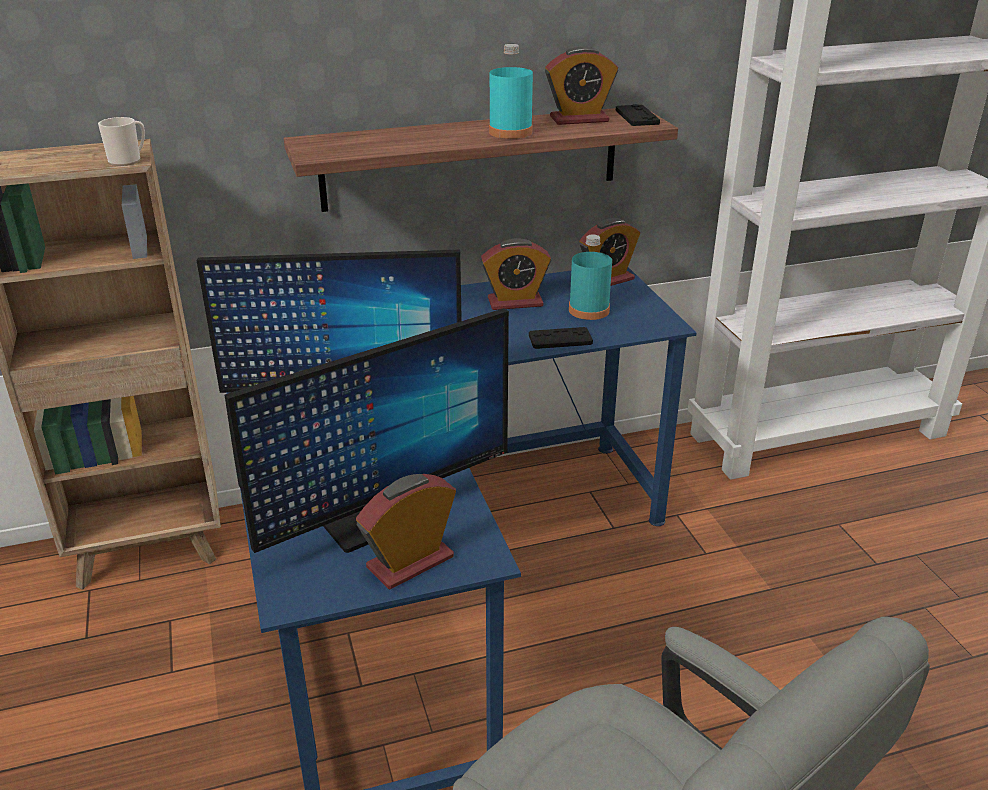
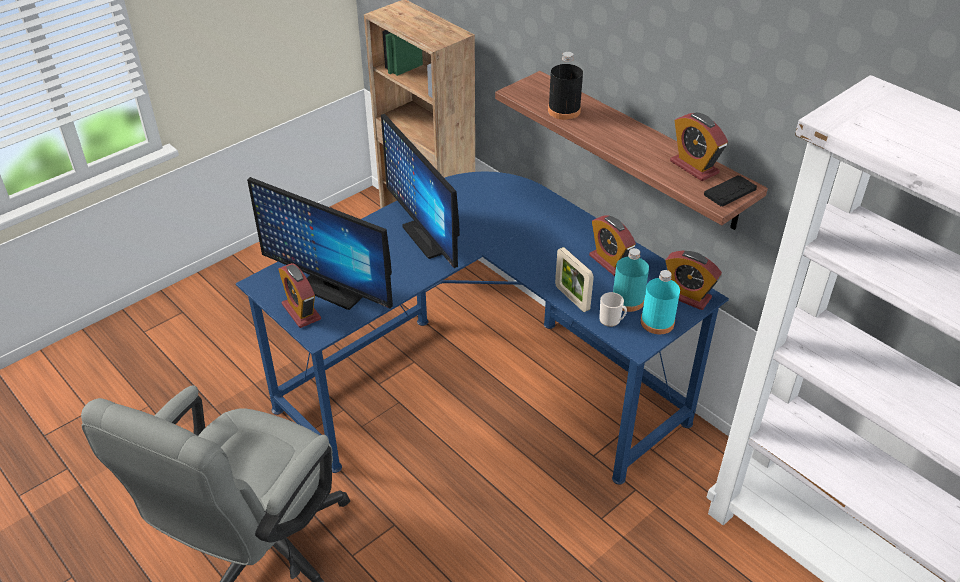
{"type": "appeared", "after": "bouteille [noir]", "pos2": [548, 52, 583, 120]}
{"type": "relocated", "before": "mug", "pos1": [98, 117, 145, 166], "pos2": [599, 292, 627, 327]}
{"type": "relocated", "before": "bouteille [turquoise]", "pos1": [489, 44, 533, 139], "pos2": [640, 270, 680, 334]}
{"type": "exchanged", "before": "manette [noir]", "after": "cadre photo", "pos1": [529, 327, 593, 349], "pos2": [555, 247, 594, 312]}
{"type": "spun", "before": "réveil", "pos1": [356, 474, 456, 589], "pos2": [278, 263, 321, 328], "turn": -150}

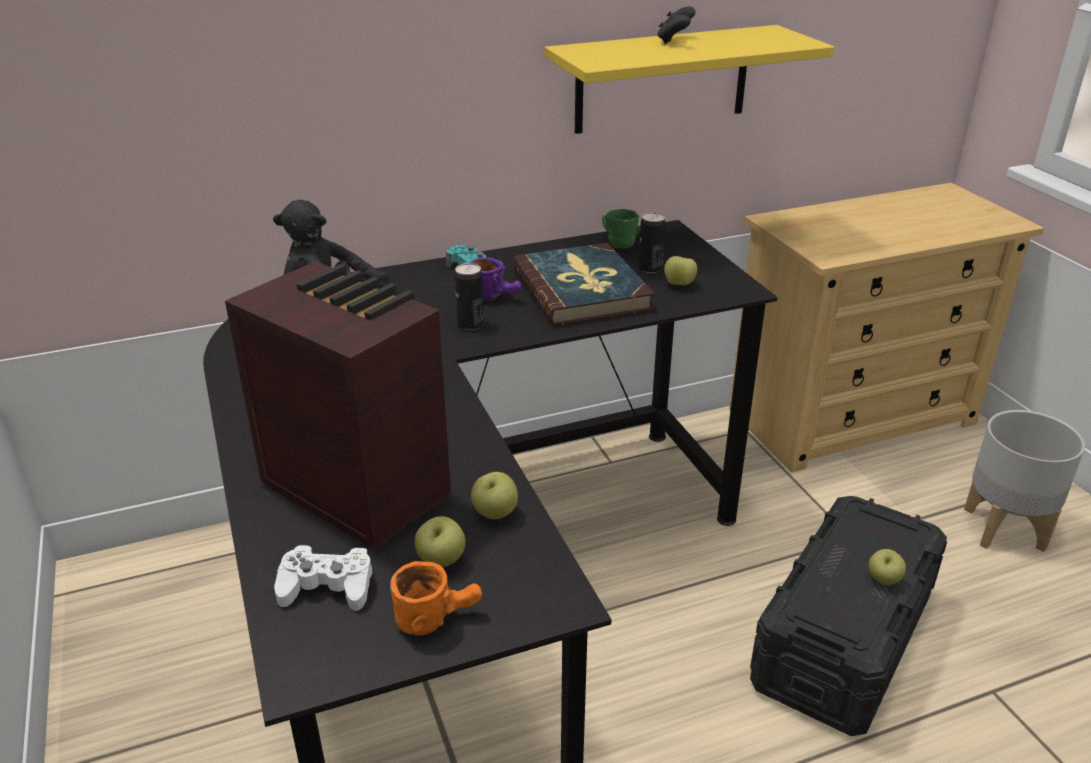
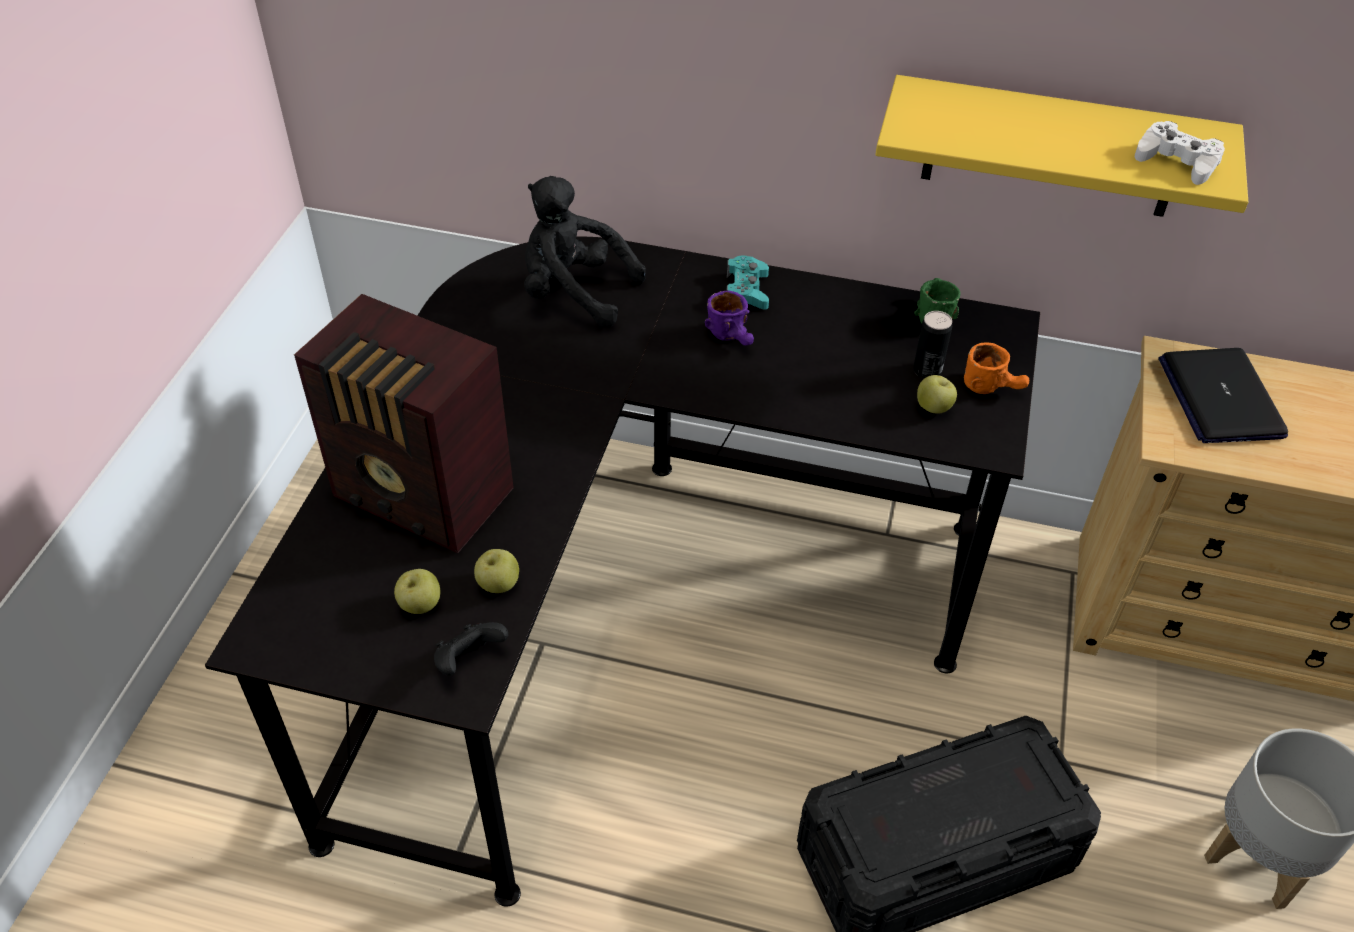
{"type": "missing", "before": "boîte métallique", "pos1": [454, 263, 484, 330]}
{"type": "missing", "before": "livre", "pos1": [513, 243, 655, 326]}
{"type": "missing", "before": "pomme", "pos1": [868, 549, 906, 585]}
{"type": "appeared", "after": "ordinateur portable", "pos2": [1158, 348, 1288, 443]}
{"type": "relocated", "before": "manette [blanc]", "pos1": [274, 545, 372, 611], "pos2": [1135, 121, 1225, 185]}
{"type": "relocated", "before": "mug [orange]", "pos1": [390, 561, 482, 636], "pos2": [964, 342, 1029, 394]}
{"type": "relocated", "before": "manette [noir]", "pos1": [657, 7, 695, 44], "pos2": [434, 622, 508, 676]}
{"type": "spun", "before": "radio", "pos1": [225, 261, 451, 550], "pos2": [294, 294, 513, 553], "turn": 135}

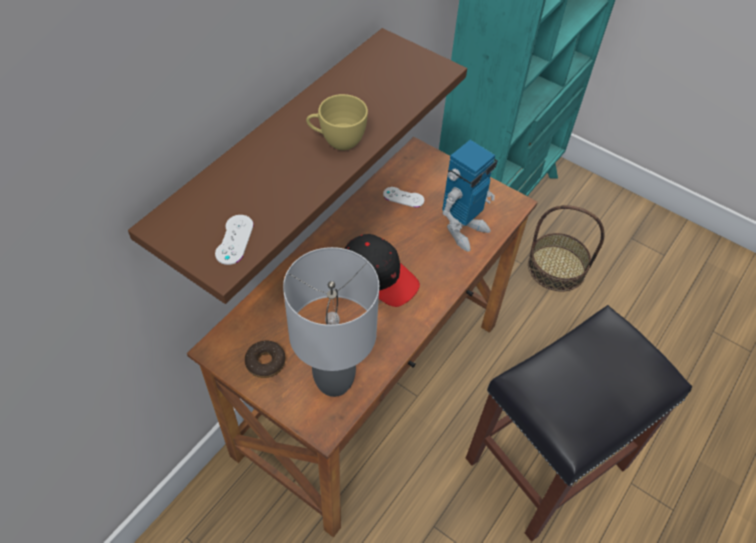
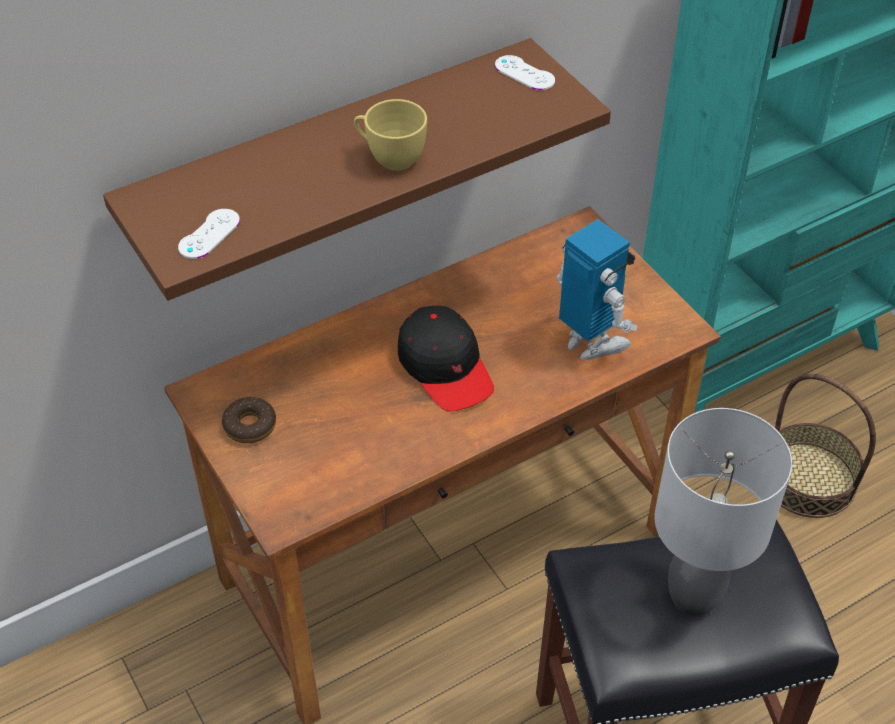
{"type": "relocated", "before": "lampe de table [gris]", "pos1": [283, 247, 379, 397], "pos2": [654, 408, 792, 616]}
{"type": "relocated", "before": "manette [blanc]", "pos1": [383, 187, 424, 207], "pos2": [495, 55, 555, 90]}
{"type": "spun", "before": "robot jouet", "pos1": [442, 140, 498, 252], "pos2": [557, 219, 638, 360], "turn": -105}

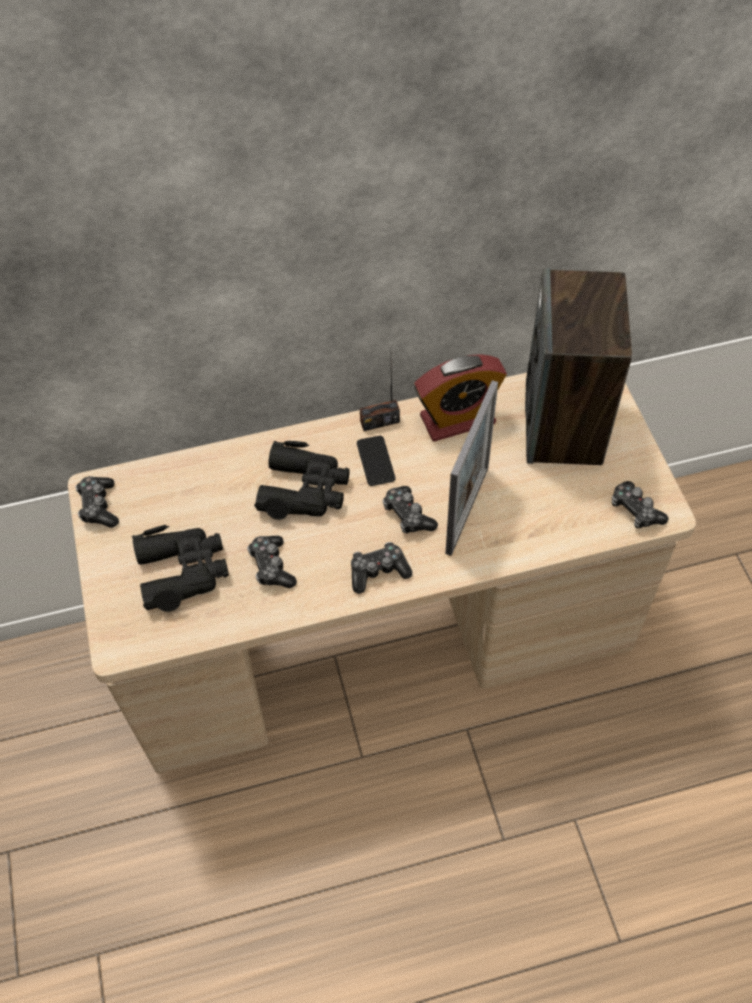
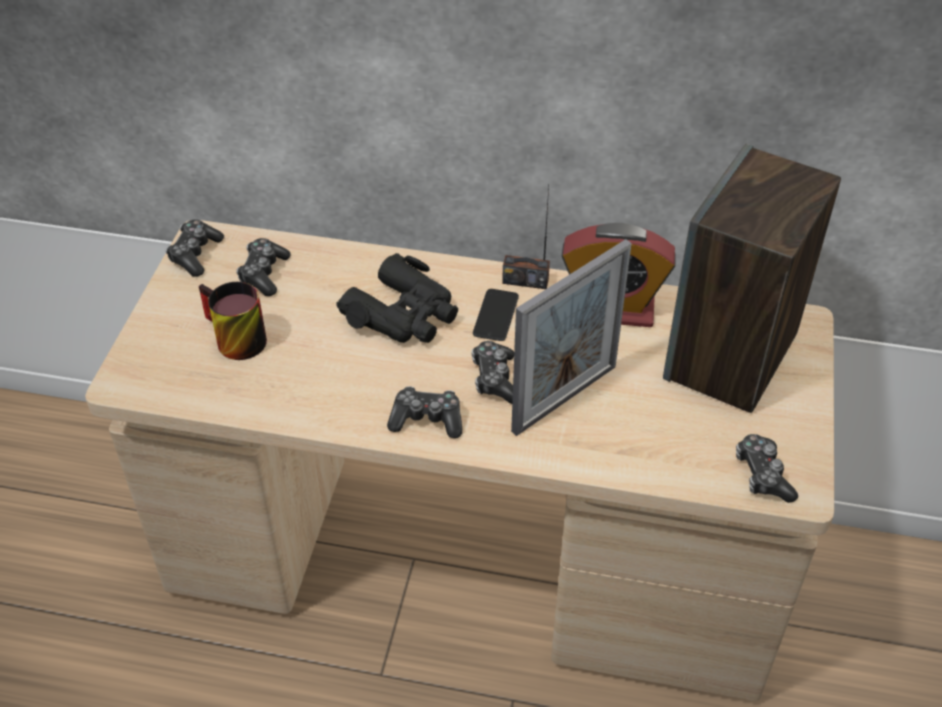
{"type": "relocated", "before": "manette", "pos1": [247, 536, 297, 588], "pos2": [236, 238, 291, 296]}
{"type": "exchanged", "before": "jumelles [noir]", "after": "mug", "pos1": [132, 525, 229, 612], "pos2": [199, 282, 267, 360]}

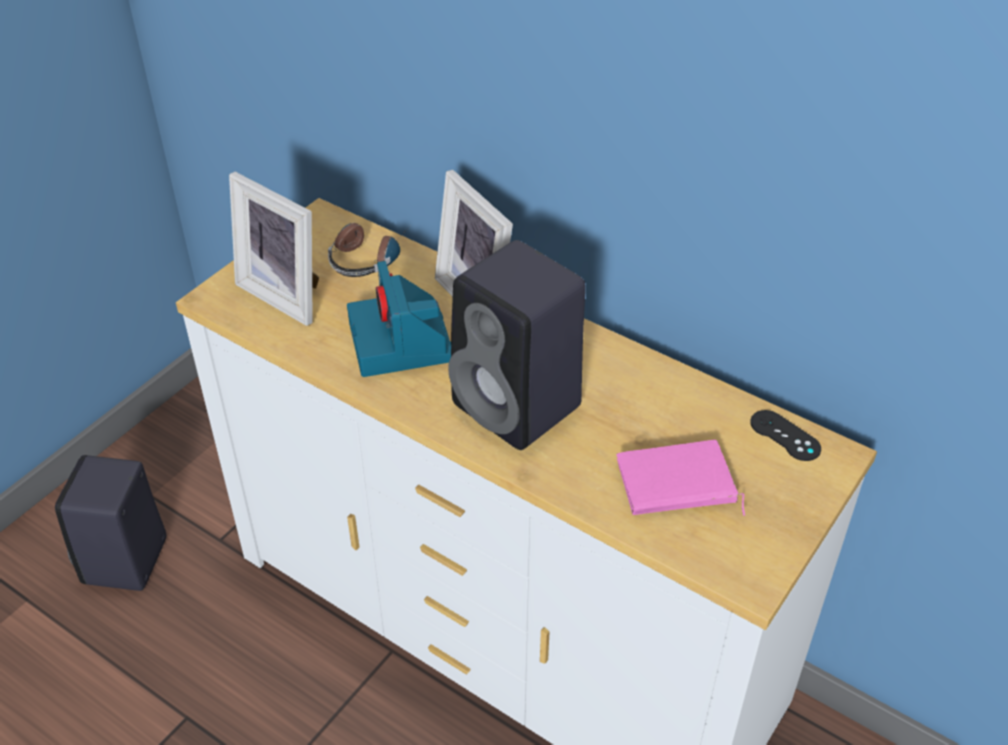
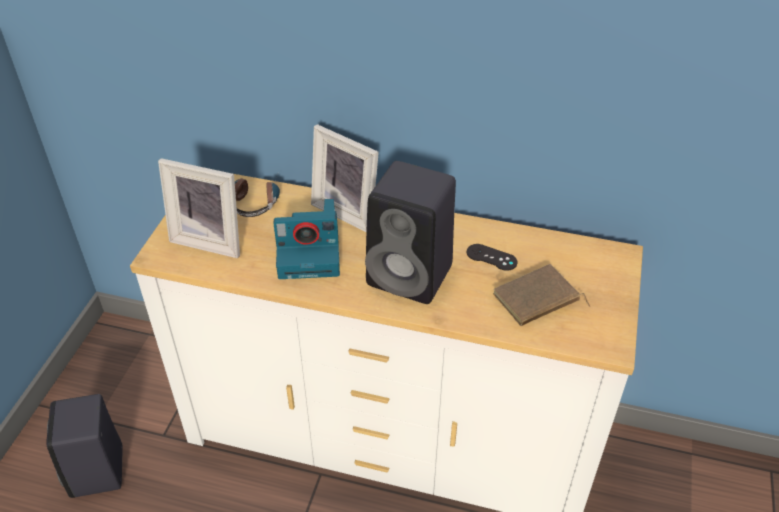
{"type": "relocated", "before": "manette [noir]", "pos1": [750, 410, 821, 461], "pos2": [467, 244, 517, 271]}
{"type": "colour", "before": "livre [rose]", "after": "livre [marron]", "pos1": [616, 440, 745, 516], "pos2": [493, 264, 591, 326]}
{"type": "spun", "before": "appareil photo", "pos1": [347, 261, 451, 377], "pos2": [273, 199, 340, 279], "turn": -60}

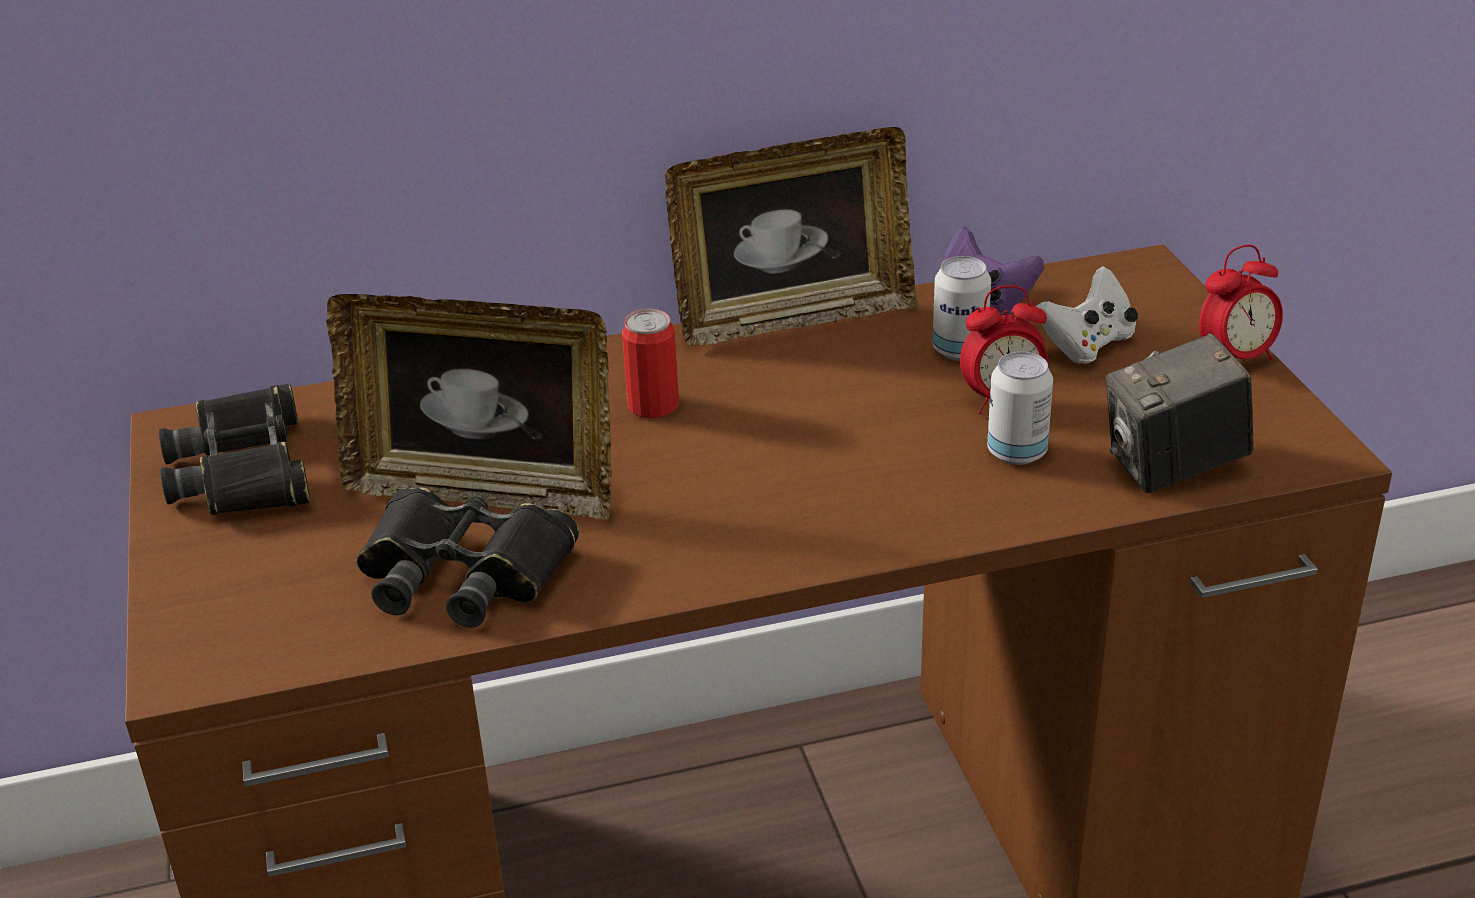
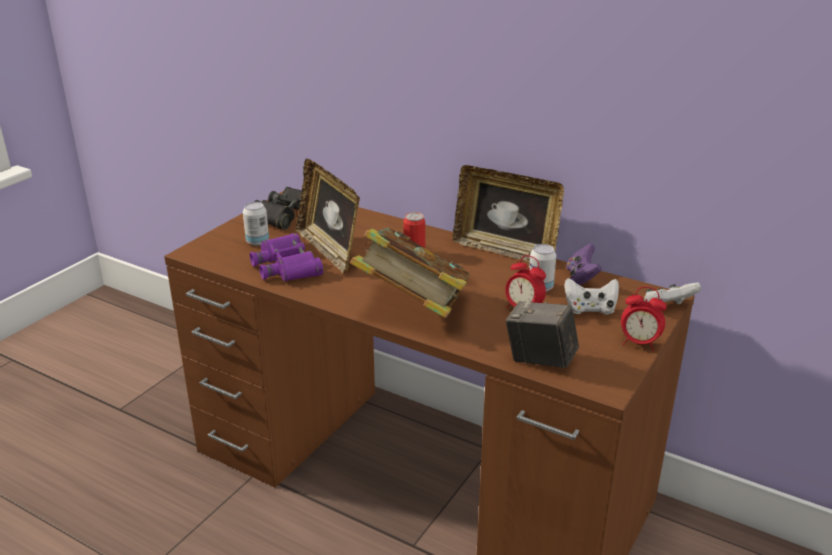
{"type": "appeared", "after": "livre", "pos2": [350, 228, 470, 318]}
{"type": "appeared", "after": "manette [blanc]", "pos2": [644, 283, 701, 304]}
{"type": "relocated", "before": "boîte métallique", "pos1": [987, 352, 1053, 465], "pos2": [243, 202, 269, 246]}
{"type": "colour", "before": "jumelles [noir]", "after": "jumelles [violet]", "pos1": [356, 487, 579, 628], "pos2": [250, 233, 324, 281]}

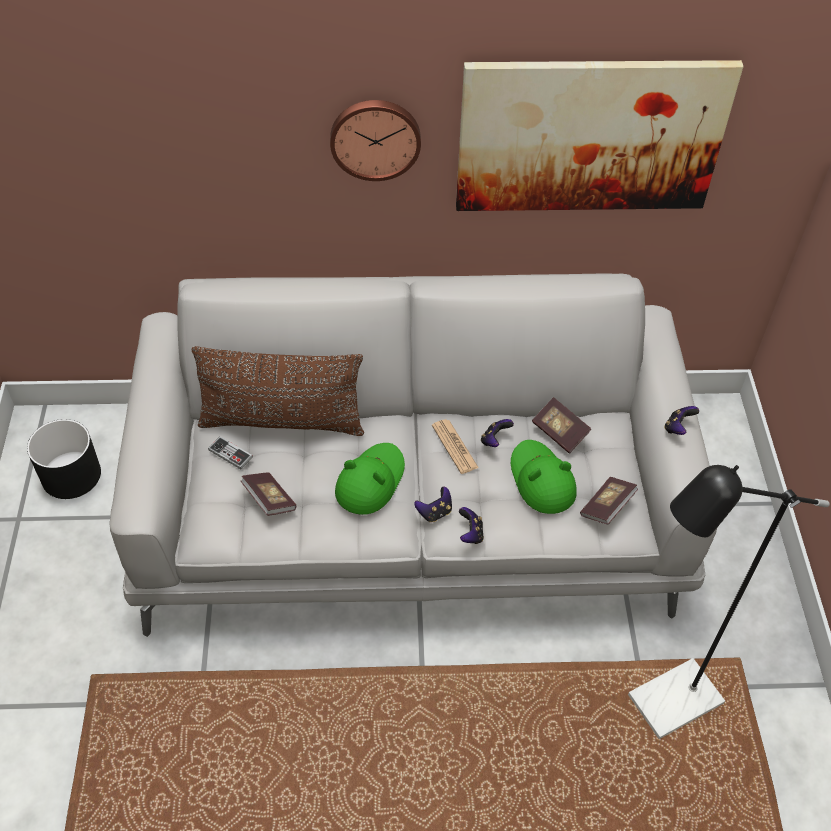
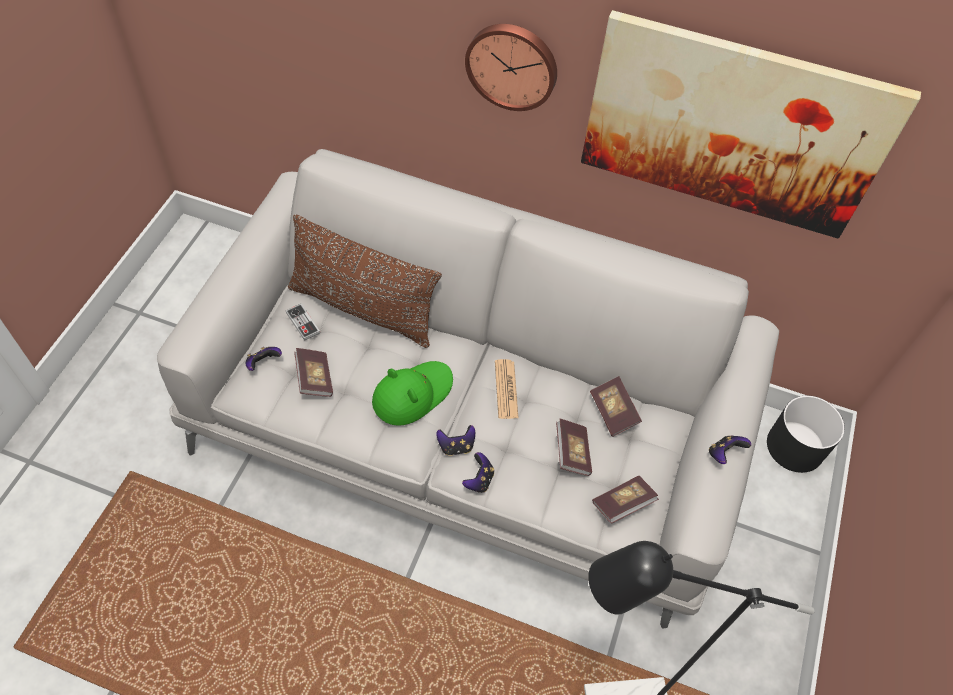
{"type": "relocated", "before": "cache-pot [noir]", "pos1": [27, 419, 101, 499], "pos2": [767, 396, 845, 473]}
{"type": "relocated", "before": "manette", "pos1": [481, 419, 514, 447], "pos2": [245, 347, 282, 371]}
{"type": "exchanged", "before": "chapeau [vert]", "after": "livre", "pos1": [511, 440, 577, 514], "pos2": [556, 419, 592, 476]}

